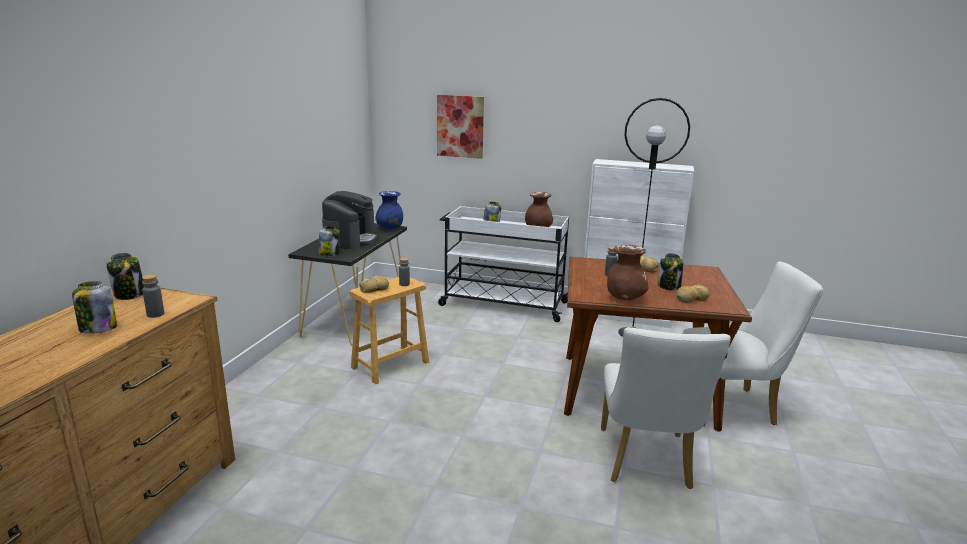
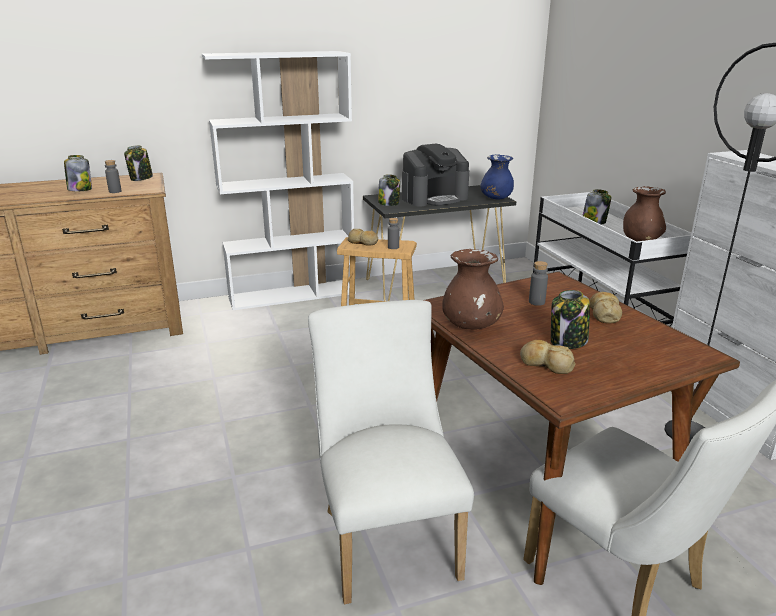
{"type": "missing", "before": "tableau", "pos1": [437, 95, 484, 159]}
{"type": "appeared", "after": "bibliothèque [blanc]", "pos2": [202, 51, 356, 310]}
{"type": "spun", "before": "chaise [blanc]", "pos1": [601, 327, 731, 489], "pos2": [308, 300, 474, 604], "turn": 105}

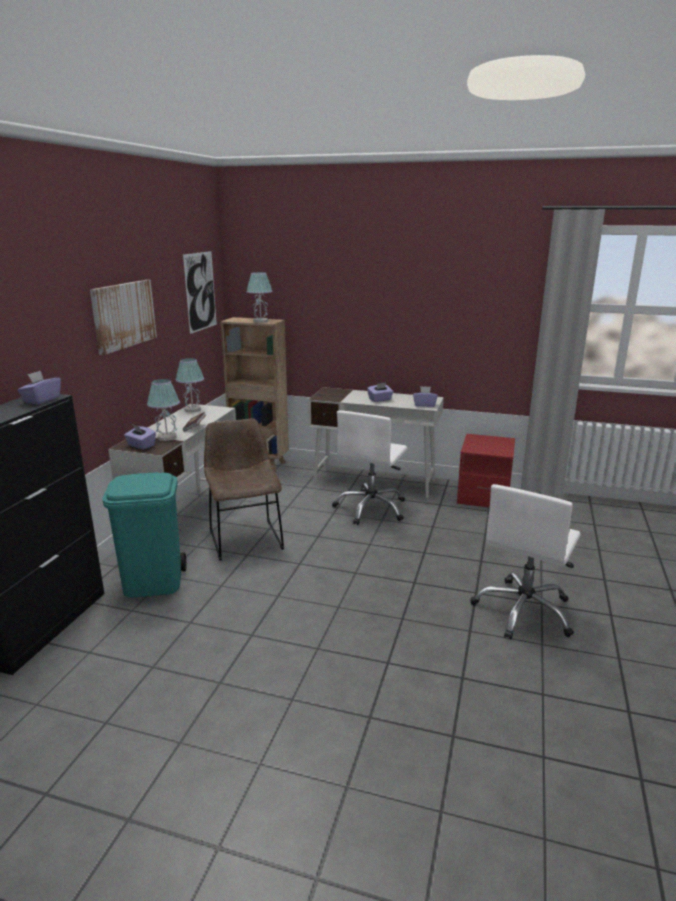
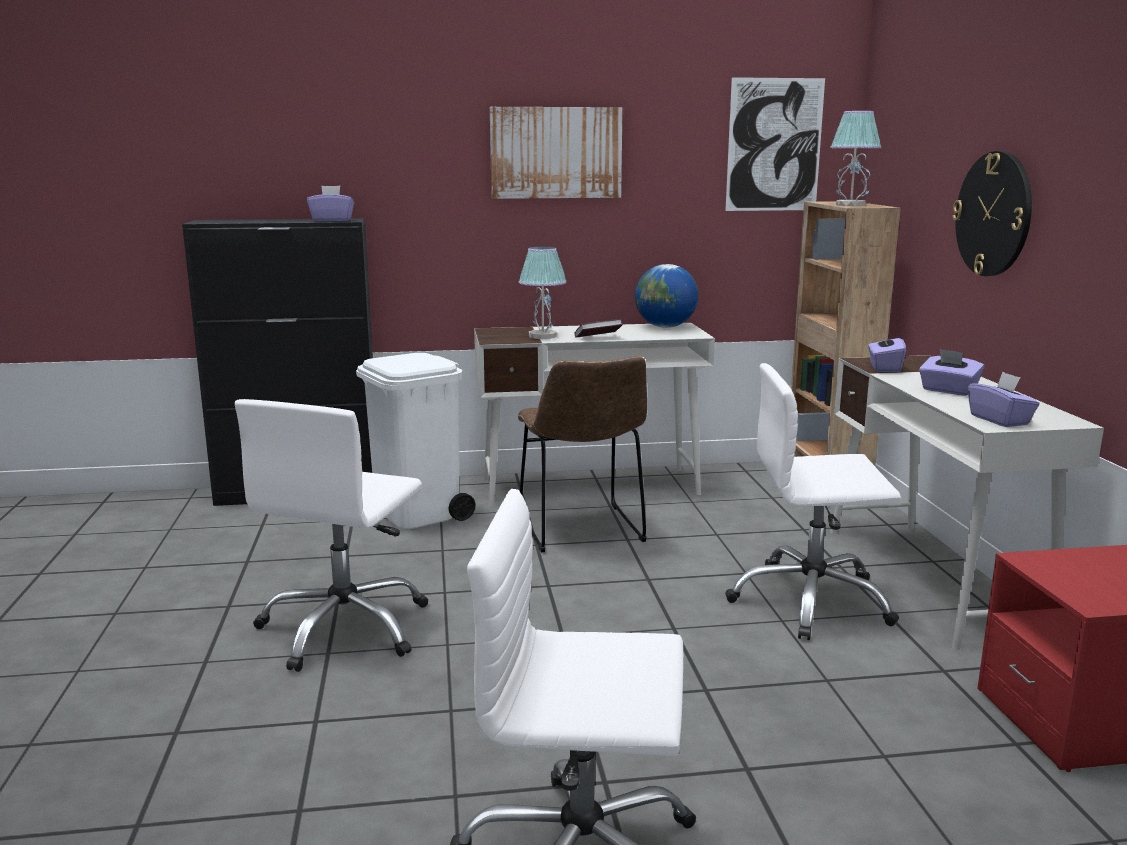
{"type": "appeared", "after": "chaise de bureau [blanc]", "pos2": [235, 399, 429, 672]}
{"type": "appeared", "after": "horloge murale", "pos2": [952, 151, 1032, 276]}
{"type": "relocated", "before": "boîte à mouchoirs [violet]", "pos1": [124, 425, 156, 450], "pos2": [868, 329, 906, 373]}
{"type": "exchanged", "before": "lampe de table", "after": "globe", "pos1": [176, 358, 204, 413], "pos2": [635, 264, 698, 328]}
{"type": "colour", "before": "poubelle [turquoise]", "after": "poubelle [blanc]", "pos1": [102, 472, 186, 598], "pos2": [356, 353, 475, 529]}
{"type": "spun", "before": "chaise [marron]", "pos1": [204, 418, 284, 560], "pos2": [518, 356, 647, 552], "turn": 120}

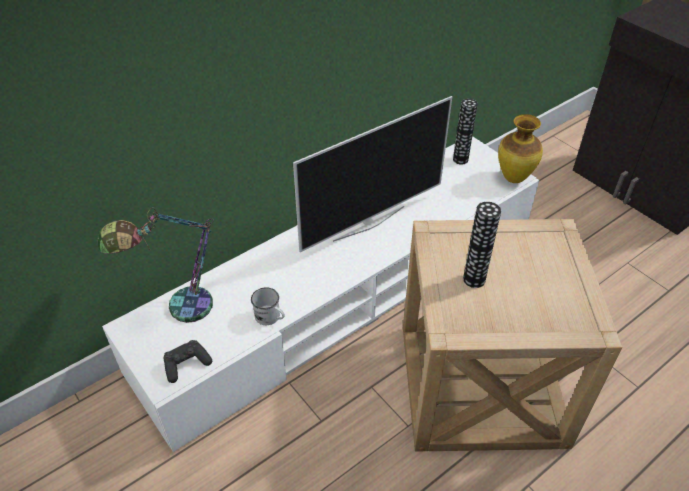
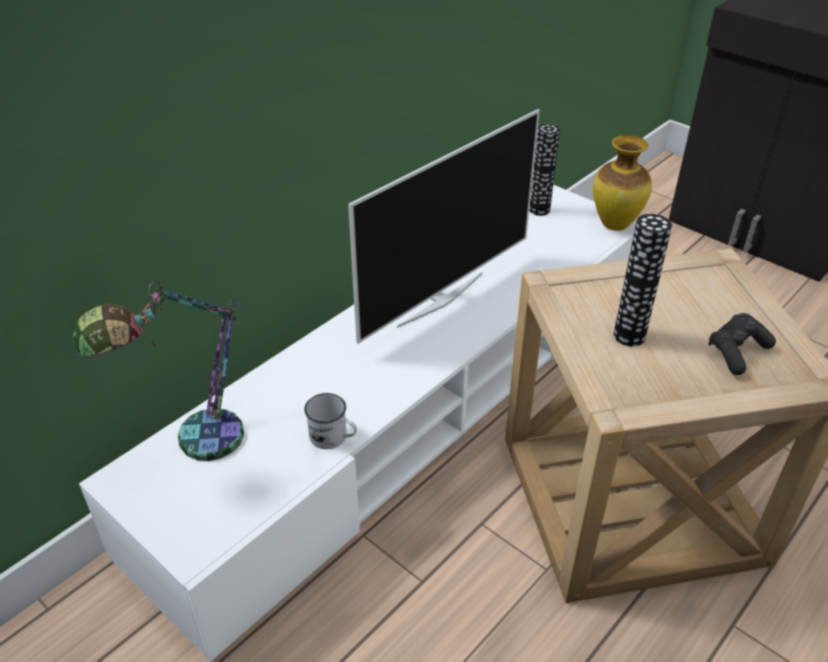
{"type": "relocated", "before": "manette [noir]", "pos1": [164, 340, 212, 383], "pos2": [708, 313, 776, 375]}

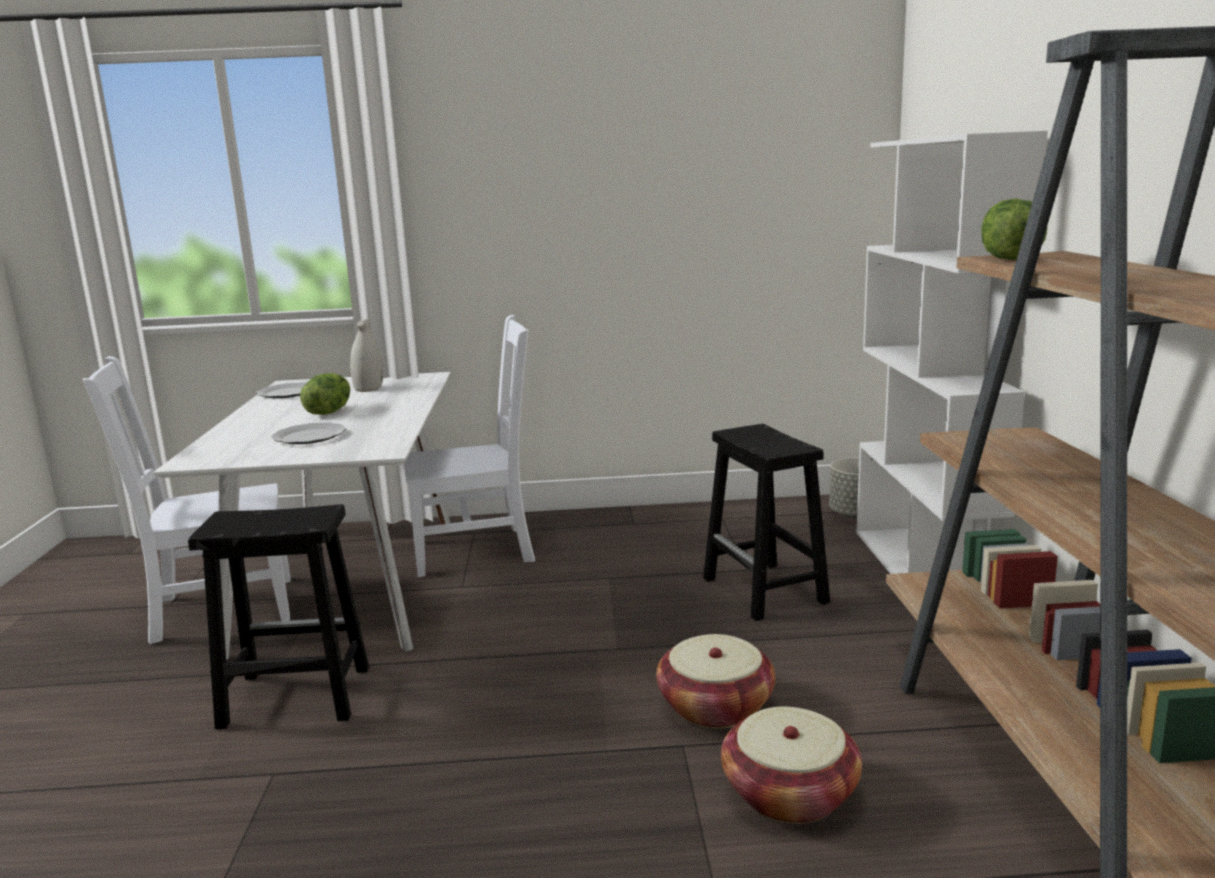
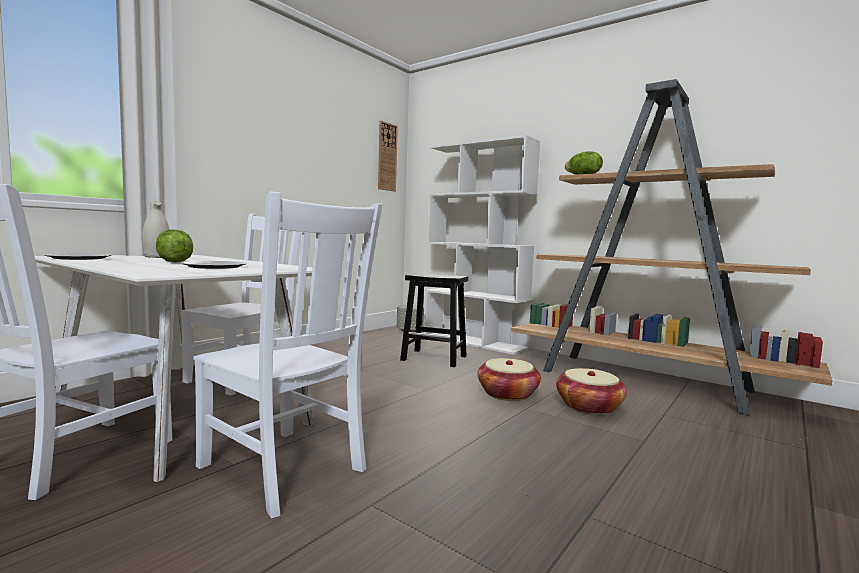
{"type": "appeared", "after": "horloge murale", "pos2": [378, 121, 398, 191]}
{"type": "exchanged", "before": "tabouret [noir]", "after": "chaise [blanc]", "pos1": [188, 504, 369, 730], "pos2": [193, 191, 382, 518]}

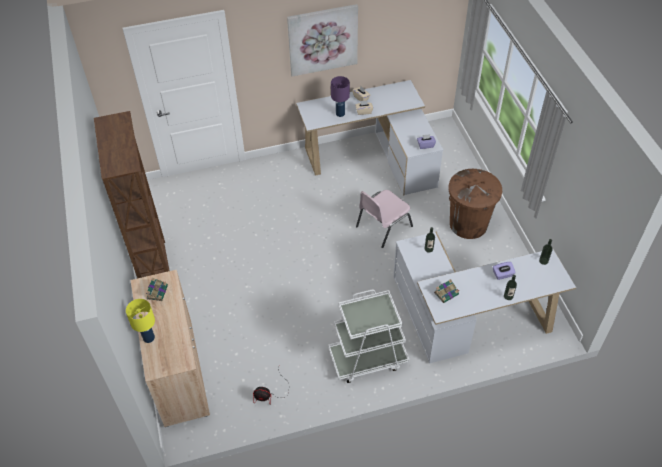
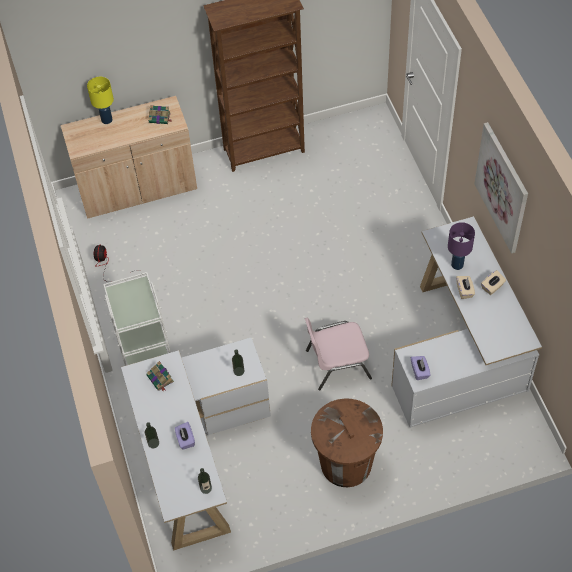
{"type": "spun", "before": "chaise [rose]", "pos1": [356, 190, 413, 248], "pos2": [305, 318, 372, 390], "turn": -60}

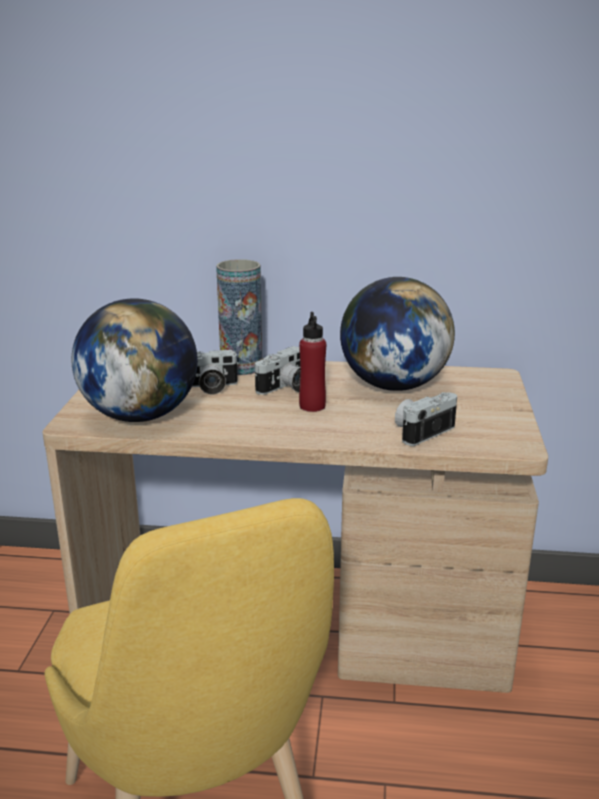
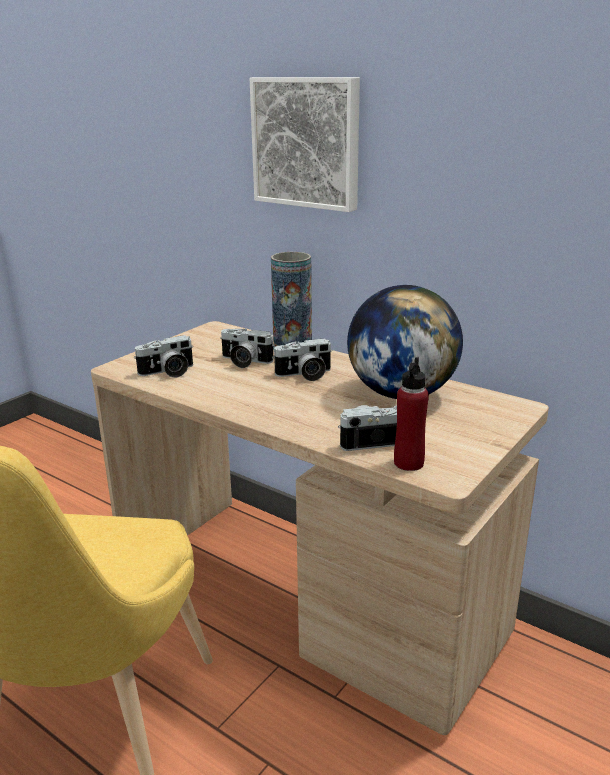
{"type": "appeared", "after": "tableau", "pos2": [250, 77, 360, 212]}
{"type": "relocated", "before": "bouteille [rouge]", "pos1": [299, 312, 326, 412], "pos2": [394, 357, 429, 471]}
{"type": "exchanged", "before": "globe", "after": "appareil photo", "pos1": [72, 298, 198, 422], "pos2": [134, 335, 193, 378]}

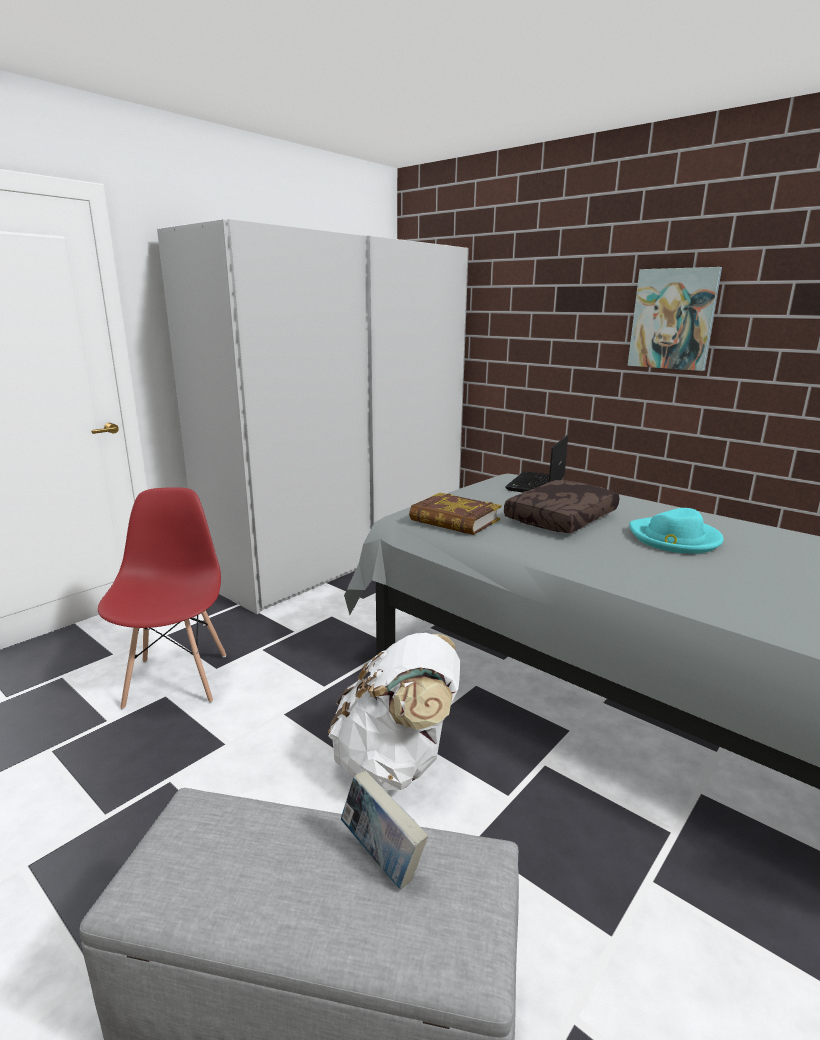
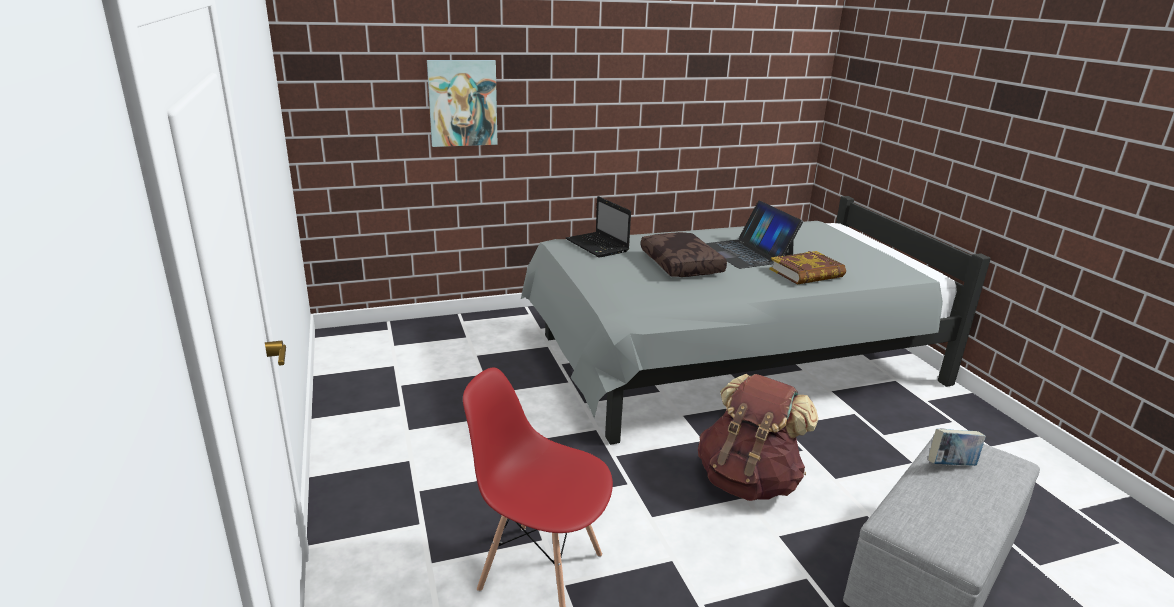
{"type": "missing", "before": "armoire [blanc]", "pos1": [157, 219, 469, 614]}
{"type": "relocated", "before": "livre", "pos1": [409, 493, 501, 535], "pos2": [769, 251, 846, 285]}
{"type": "relocated", "before": "tableau", "pos1": [628, 267, 722, 371], "pos2": [427, 60, 498, 147]}
{"type": "exchanged", "before": "chapeau [turquoise]", "after": "ordinateur portable", "pos1": [629, 508, 724, 554], "pos2": [705, 200, 803, 269]}
{"type": "colour", "before": "sac à dos [blanc]", "after": "sac à dos [marron]", "pos1": [328, 633, 460, 790], "pos2": [698, 374, 818, 501]}

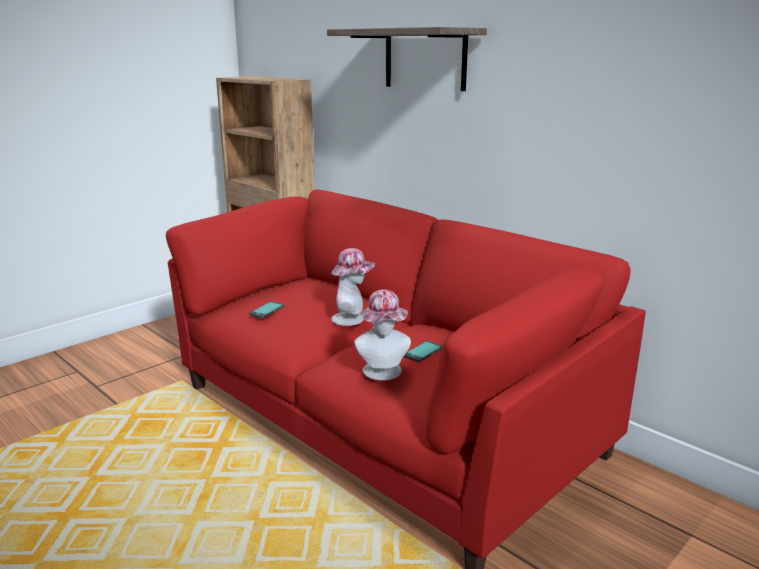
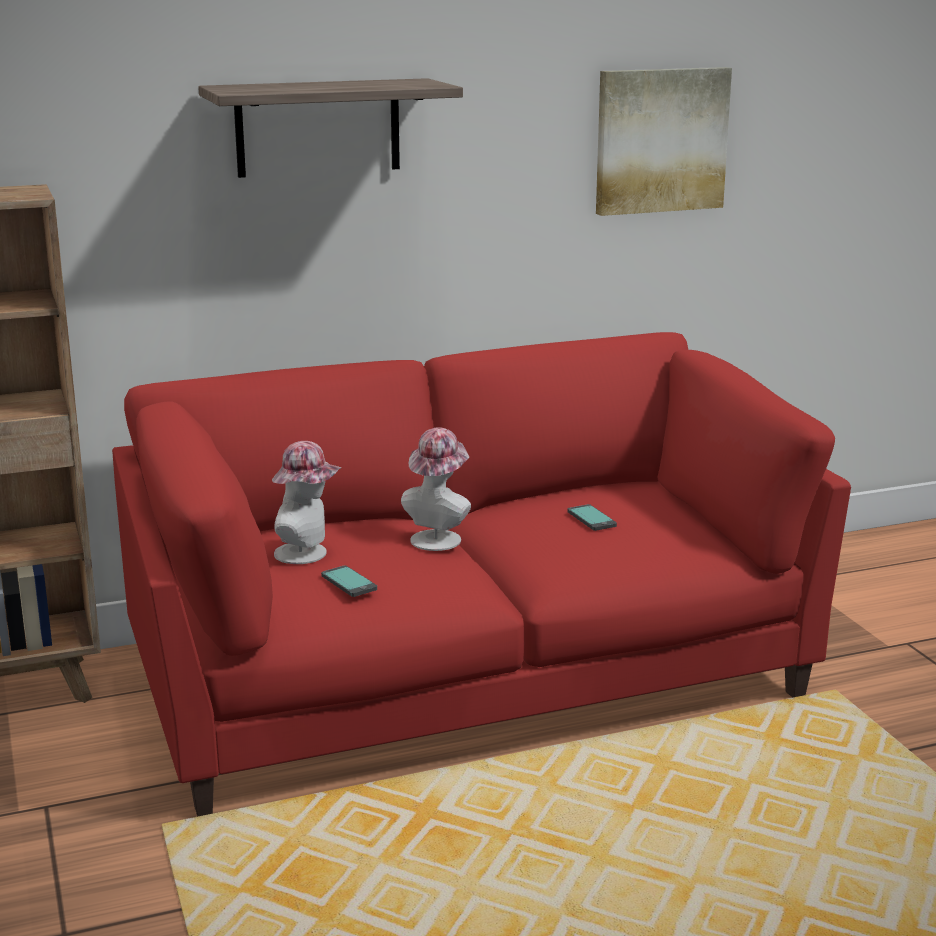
{"type": "appeared", "after": "tableau", "pos2": [596, 67, 732, 216]}
{"type": "relocated", "before": "chapeau", "pos1": [354, 289, 411, 380], "pos2": [272, 441, 341, 564]}

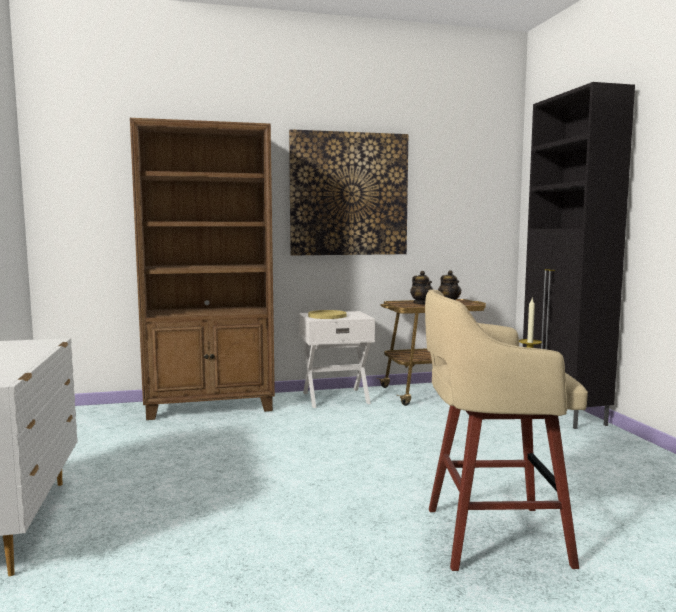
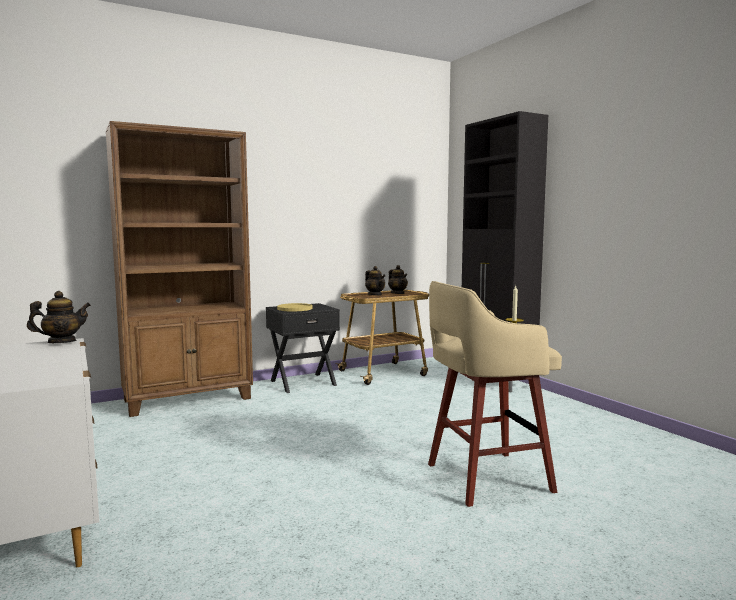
{"type": "missing", "before": "tableau", "pos1": [289, 129, 408, 255]}
{"type": "appeared", "after": "théière", "pos2": [27, 291, 91, 343]}
{"type": "colour", "before": "table de chevet [blanc]", "after": "table de chevet [noir]", "pos1": [299, 311, 375, 408], "pos2": [266, 303, 340, 393]}

